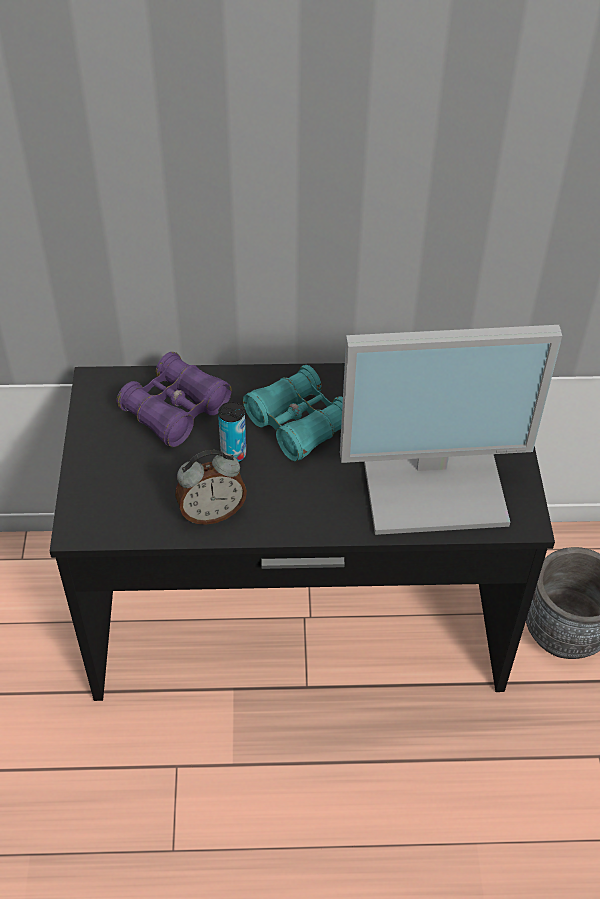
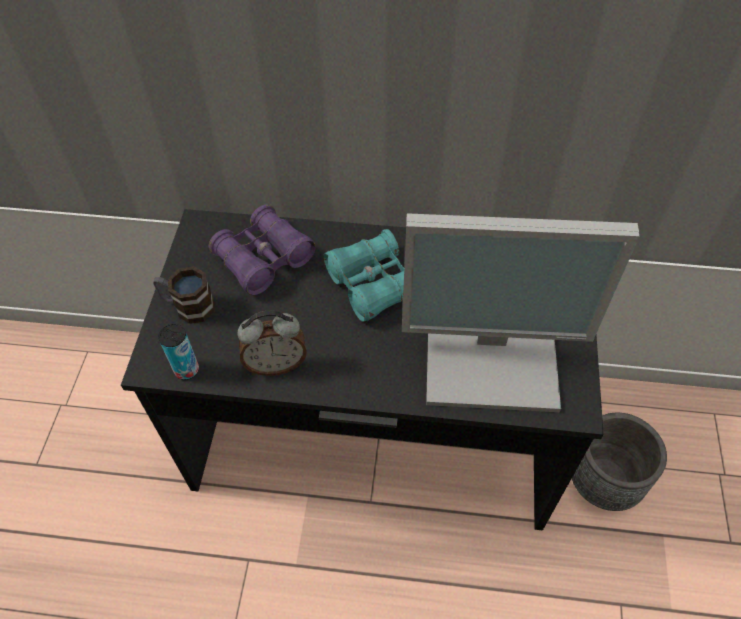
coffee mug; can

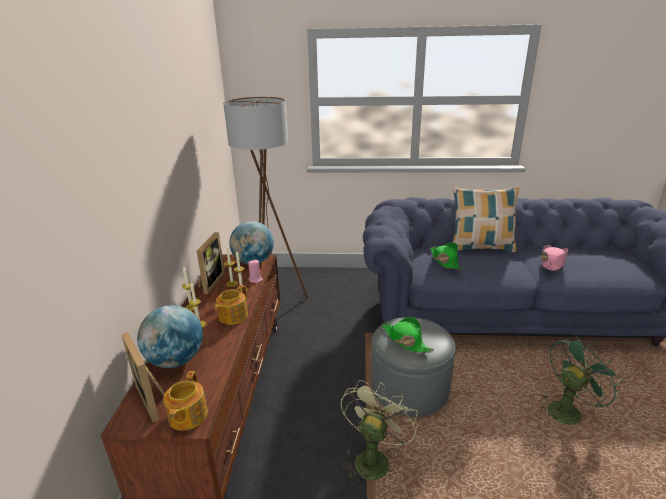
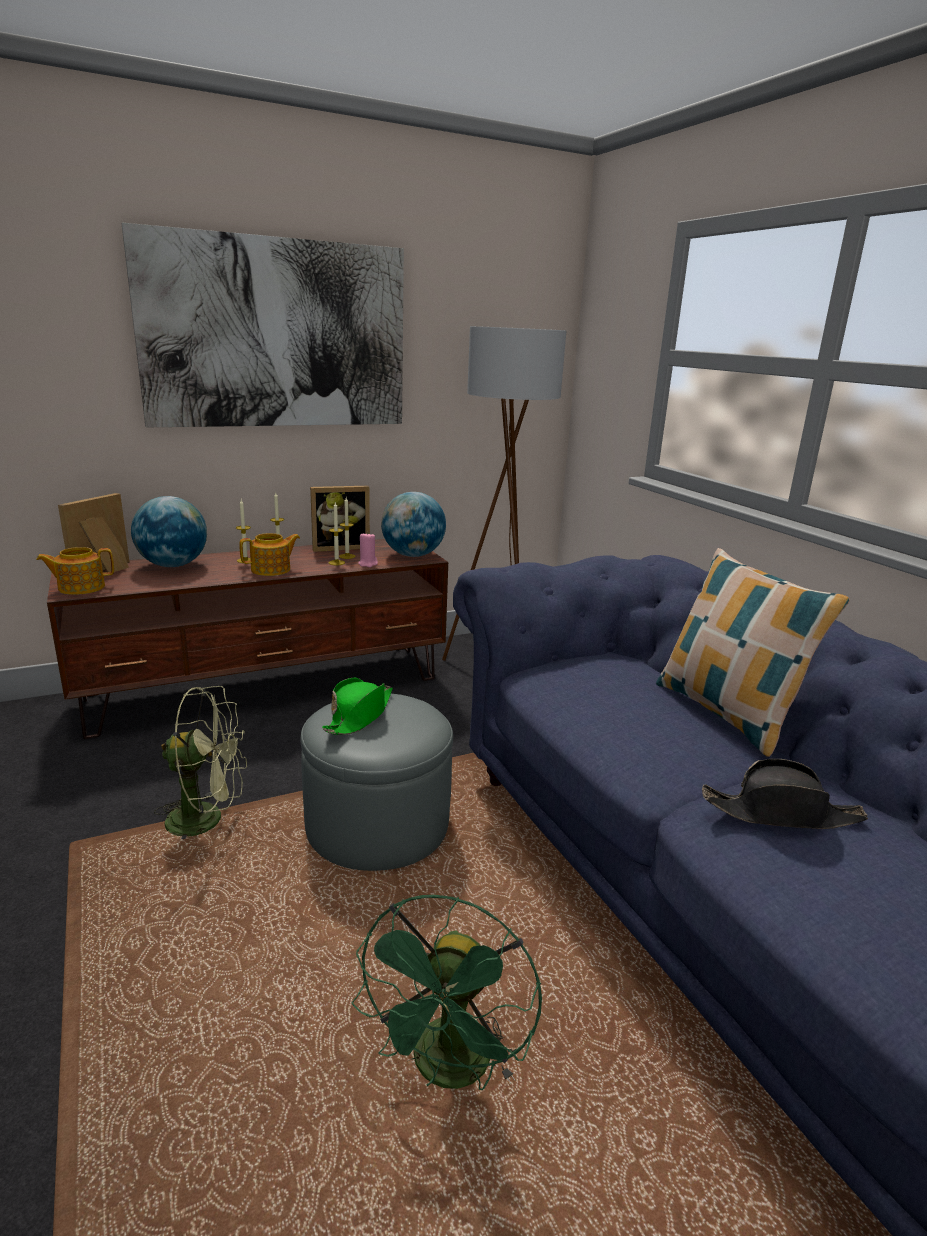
hat (greenish) (no. 2 from left in the first image); wall picture; hat (black); tea pot (no. 2 from left); electric fan (greenish) (no. 2 from left)

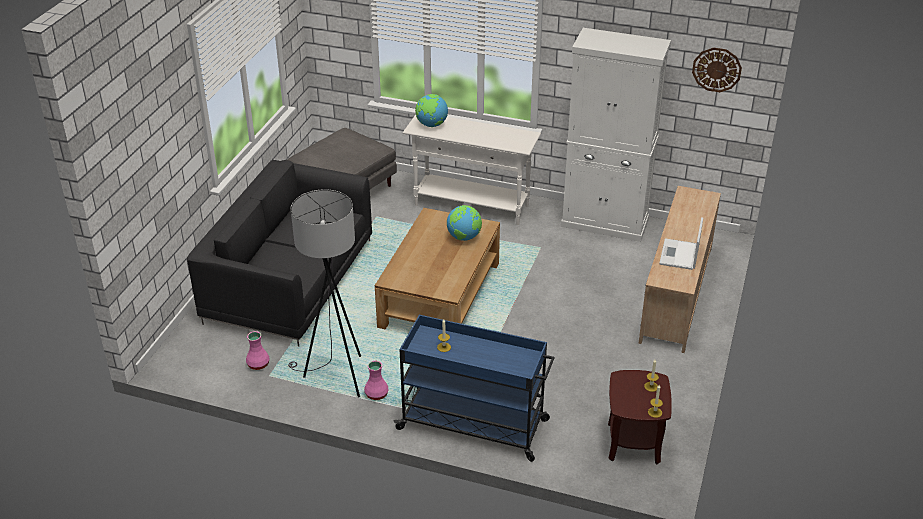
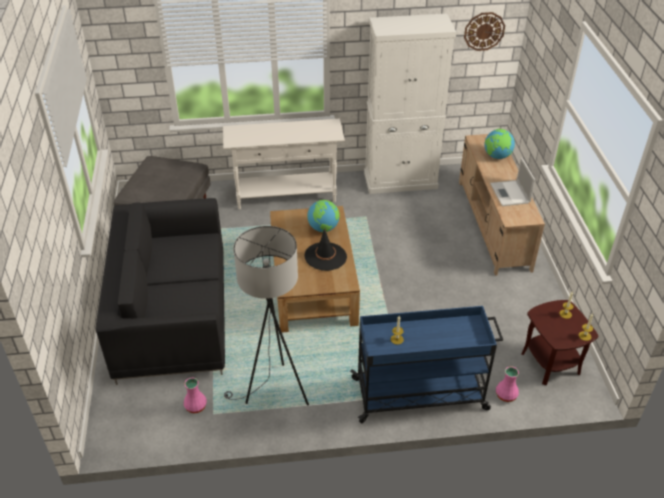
hat (black); decorative vase (pink-coloured) (no. 2 from left); globe (no. 2 from left)

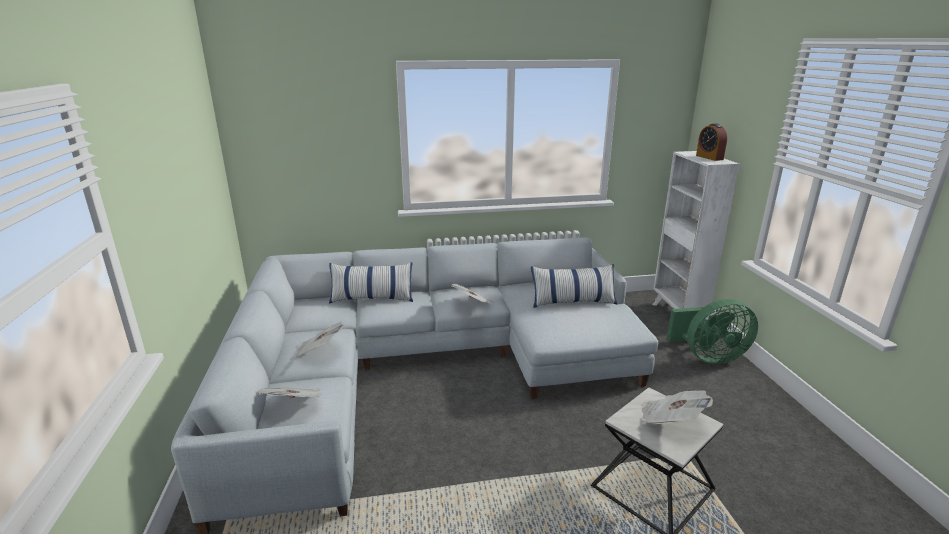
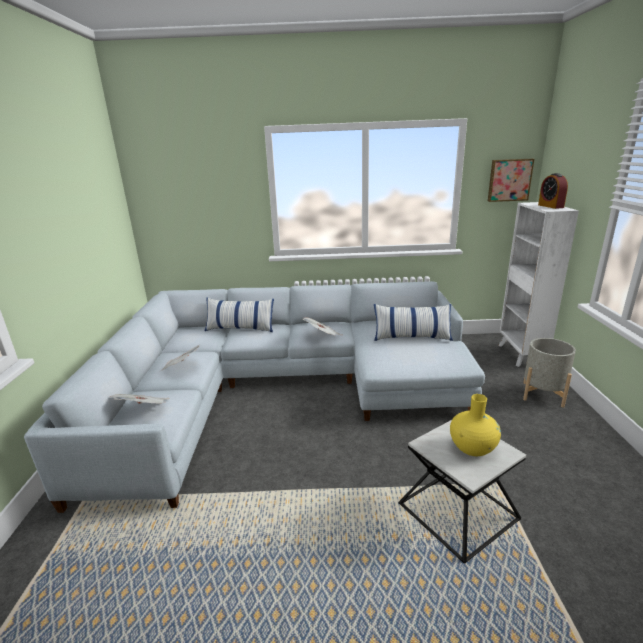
wall picture; decorative vase (yellow-coloured); planter (gray)

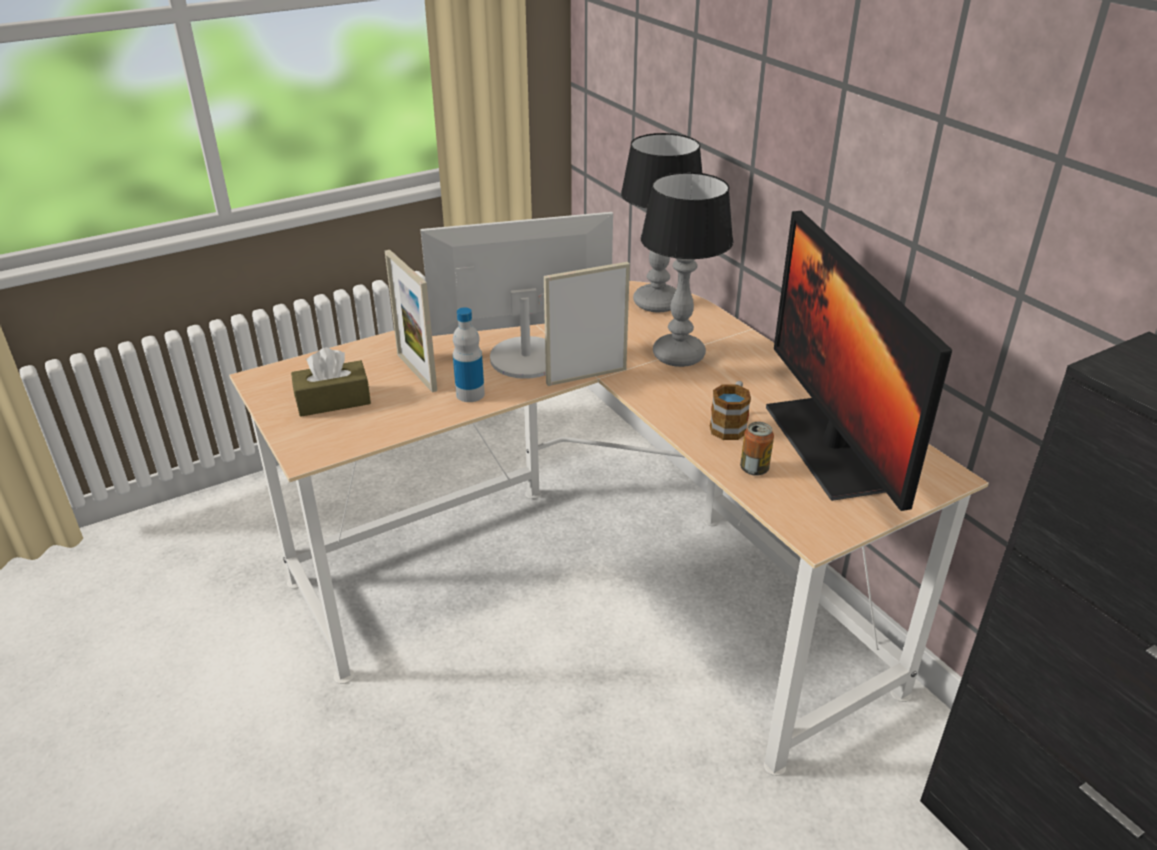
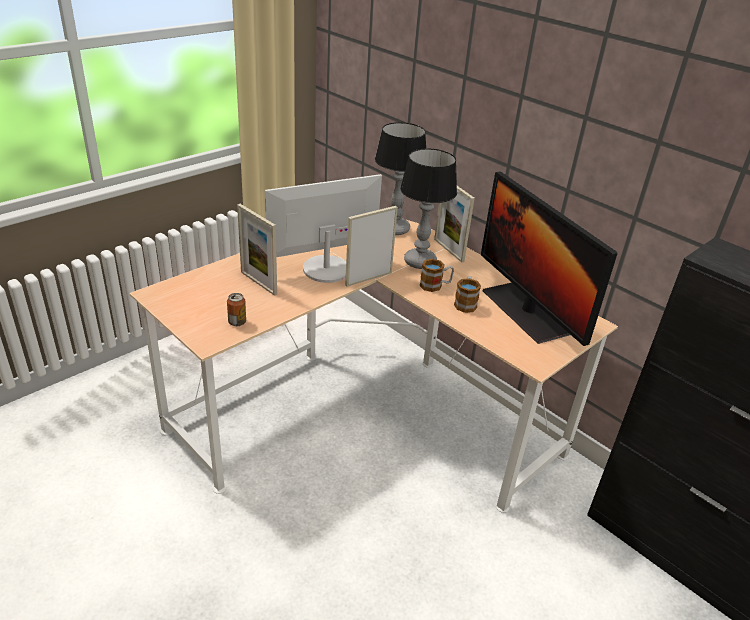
tissue box (brownish); drink bottle; coffee mug (no. 1 from left); photo frame (no. 3 from left); can

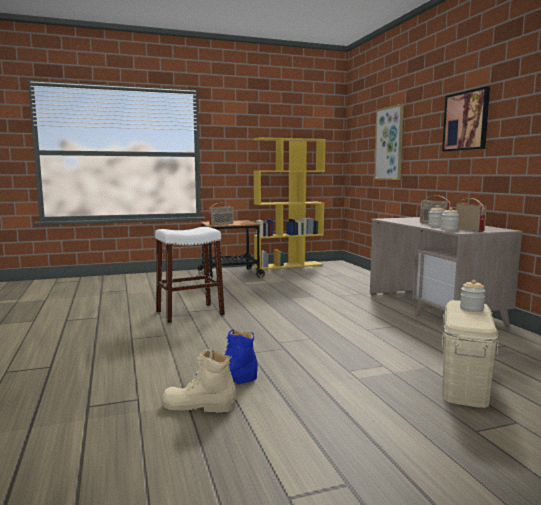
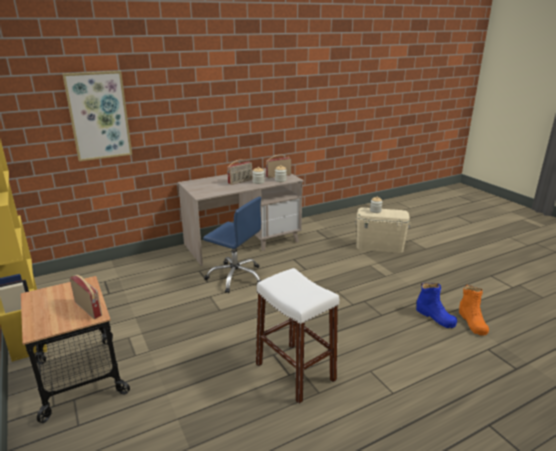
wall picture (no. 2 from left in the first image); desk chair (blue); boot (orange-coloured)

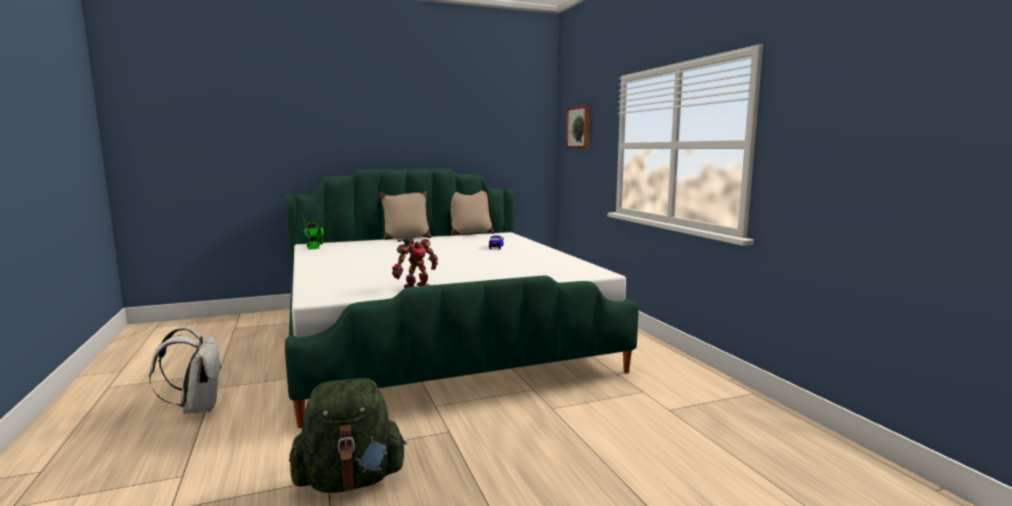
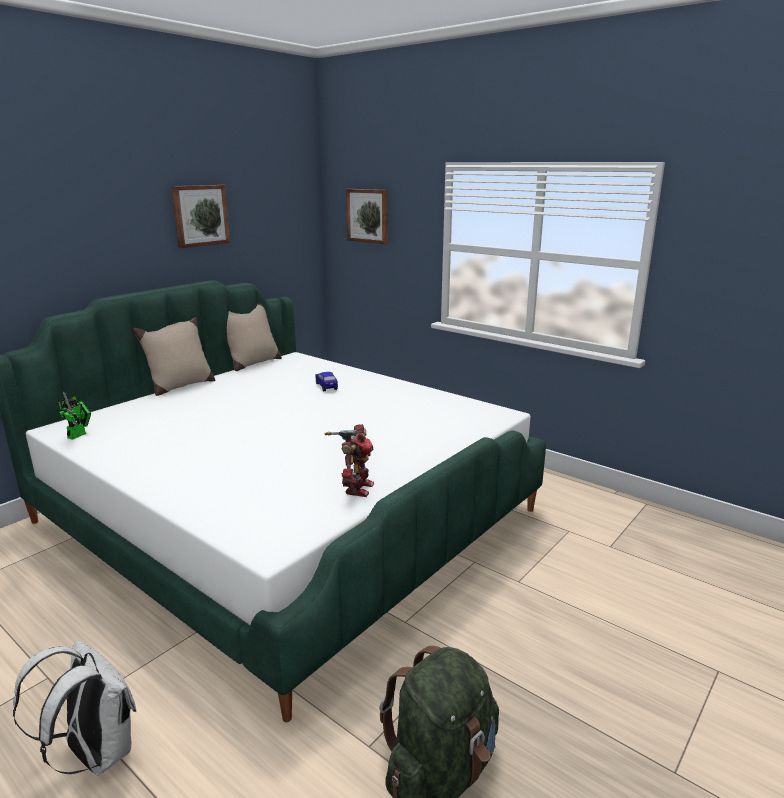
wall picture (no. 1 from left)

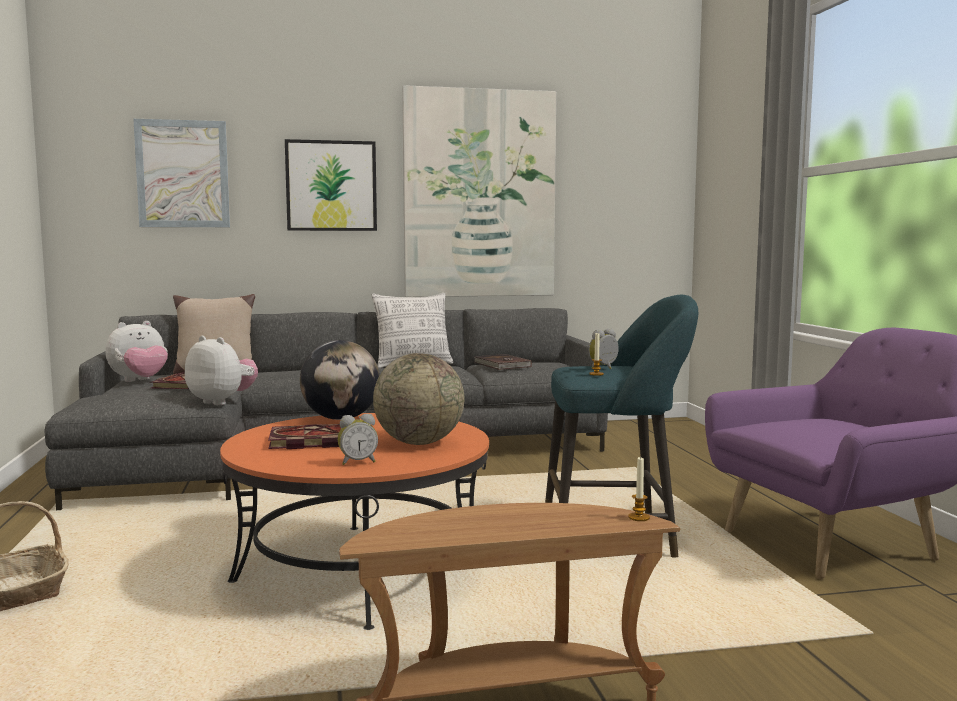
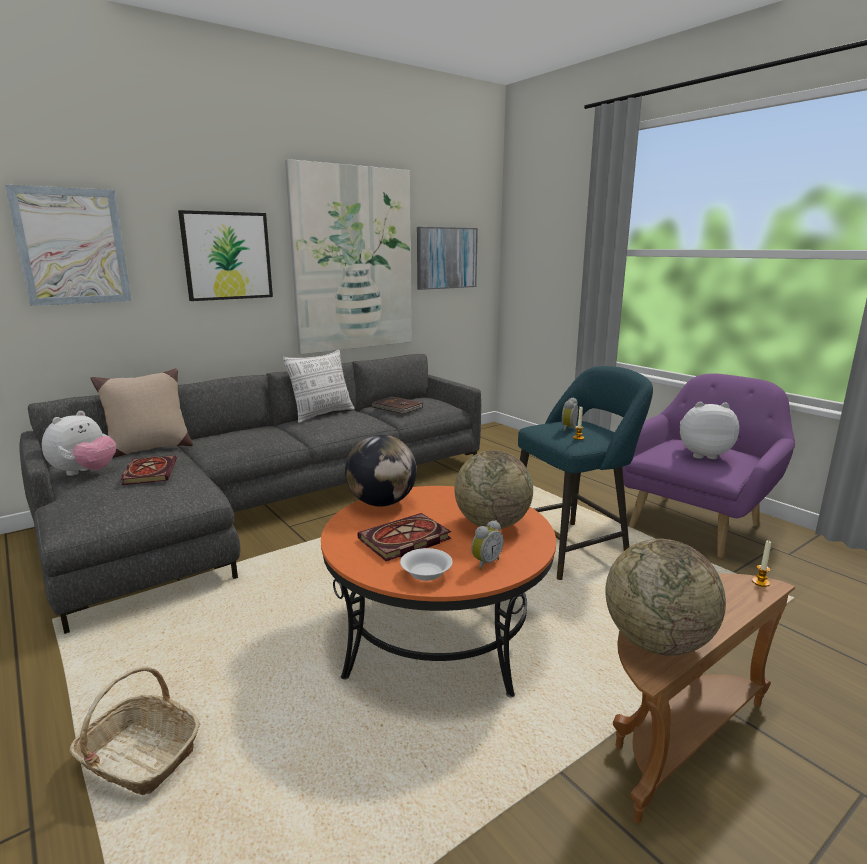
bowl (white); wall picture (no. 4 from left); globe (no. 3 from left); plush toy (no. 2 from left)

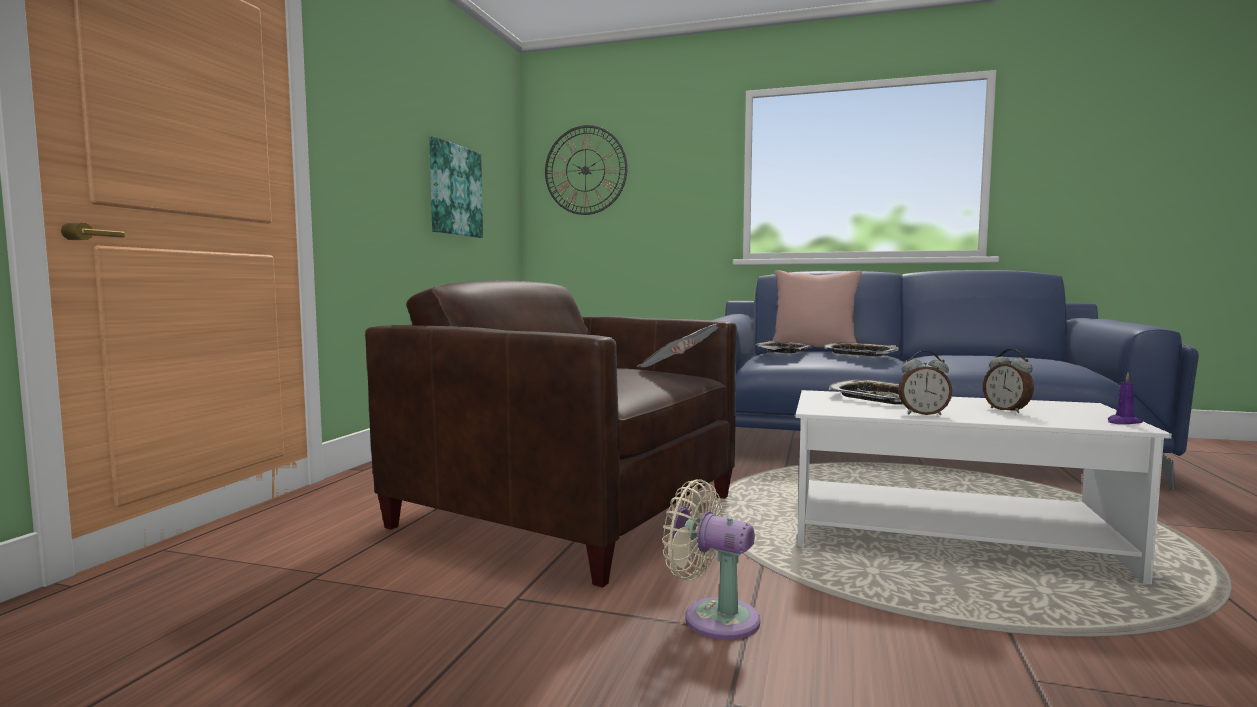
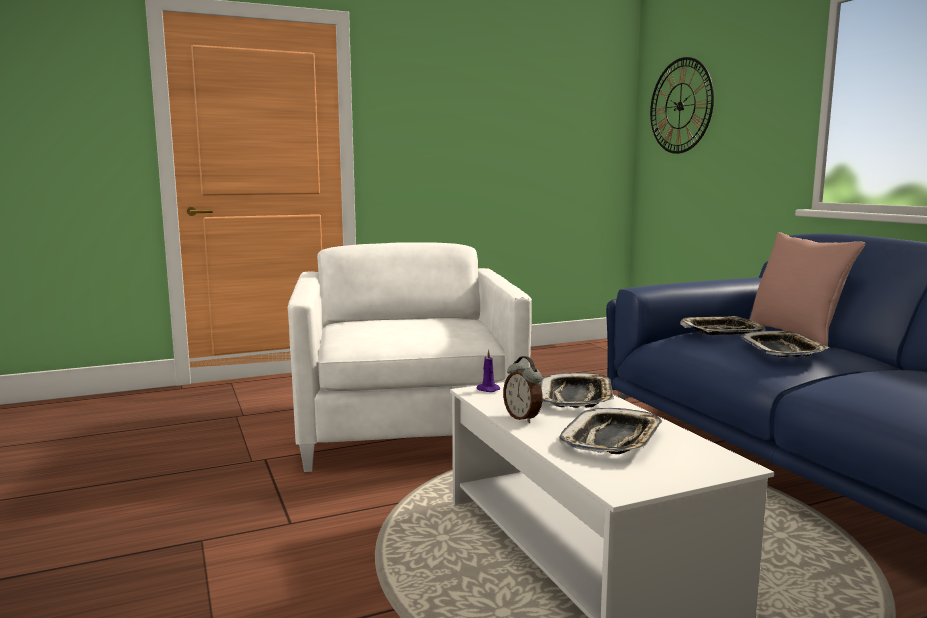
wall picture; printed paper; electric fan (beige-coloured); candle (purple); carrying tray (no. 2 from left); armchair (white)

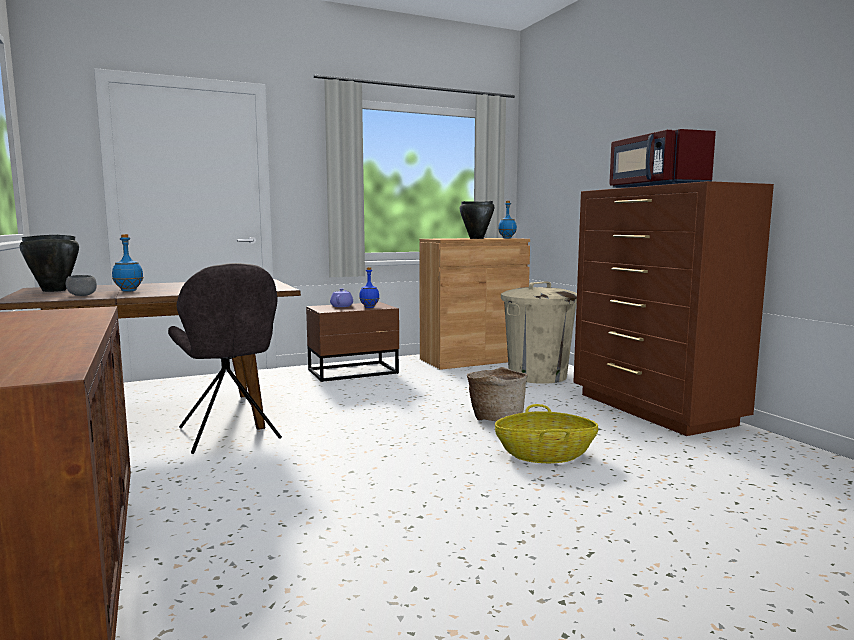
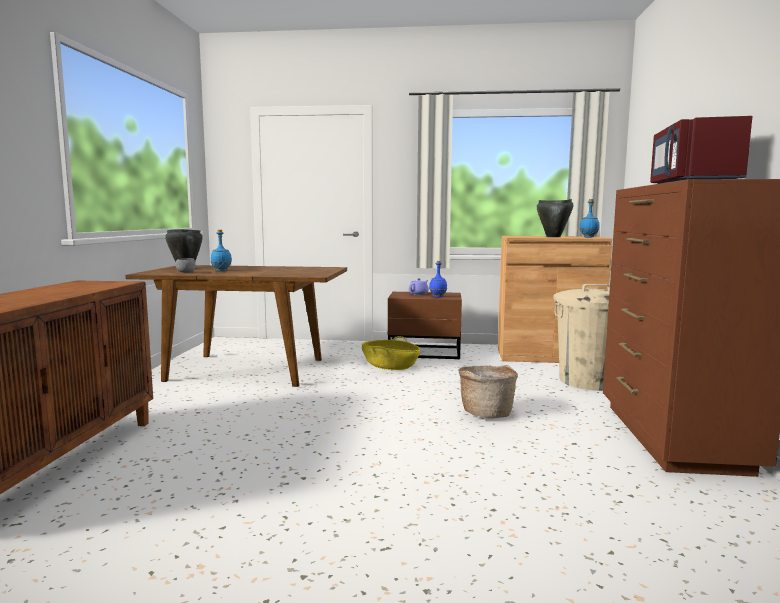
upright chair (gray); storage basket (no. 1 from left)

